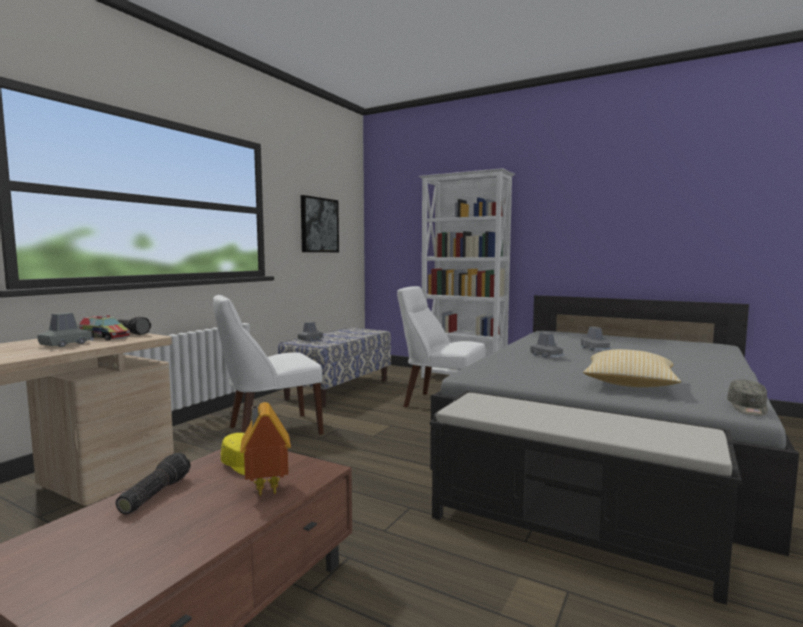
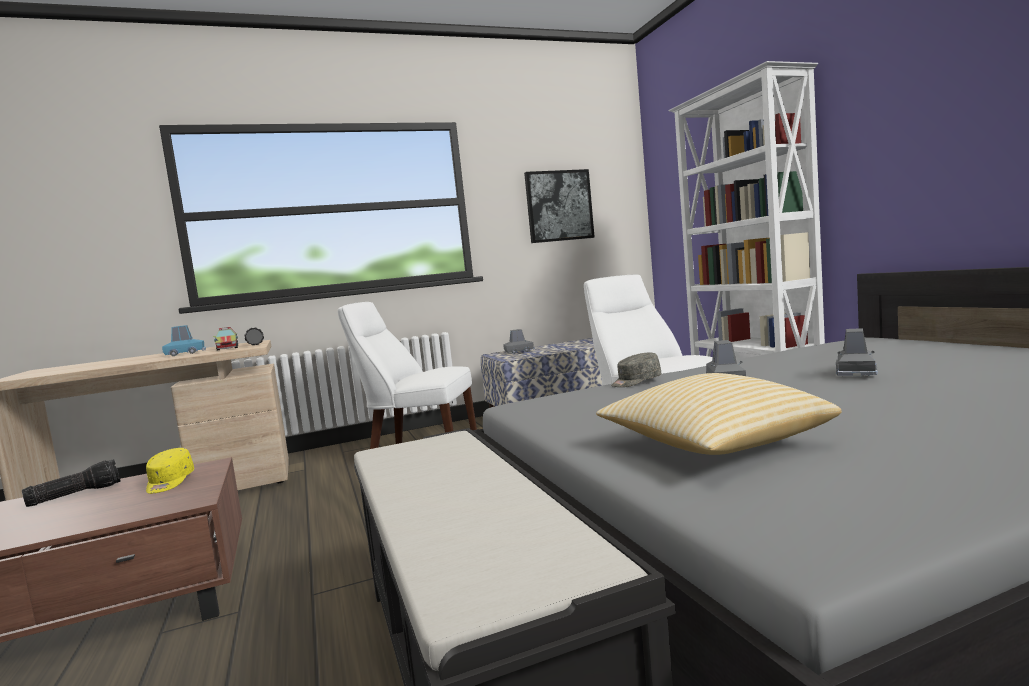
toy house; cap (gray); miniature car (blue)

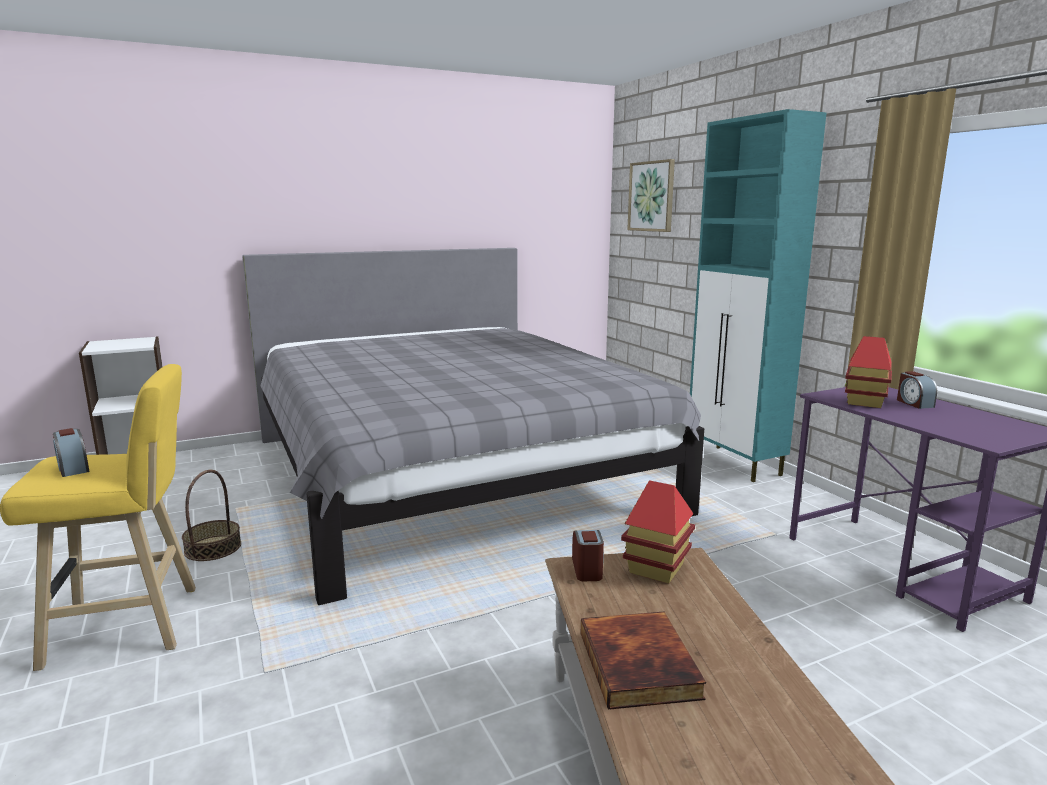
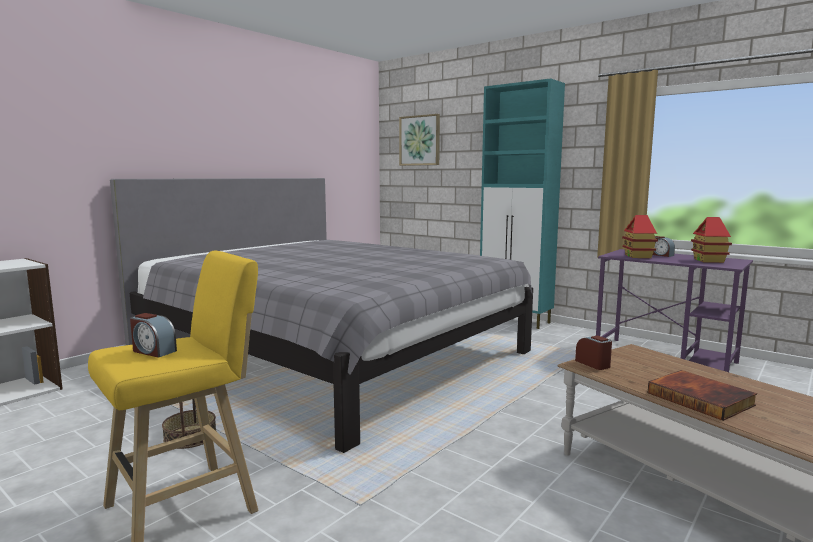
toy house (no. 2 from left)

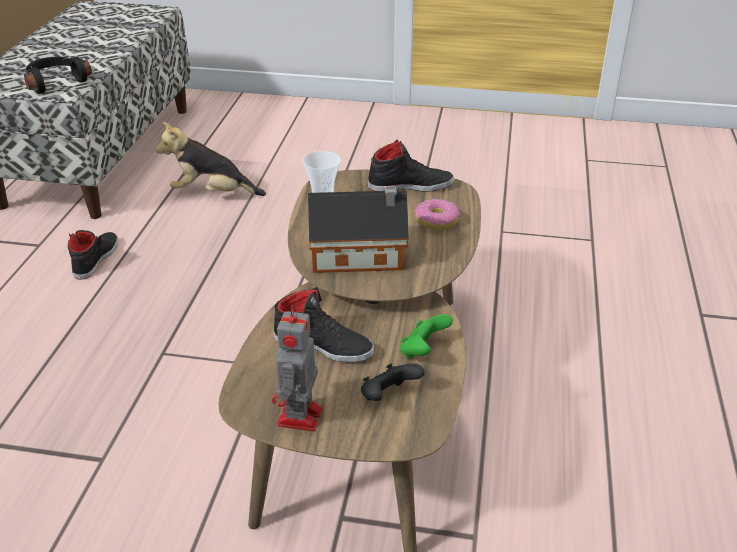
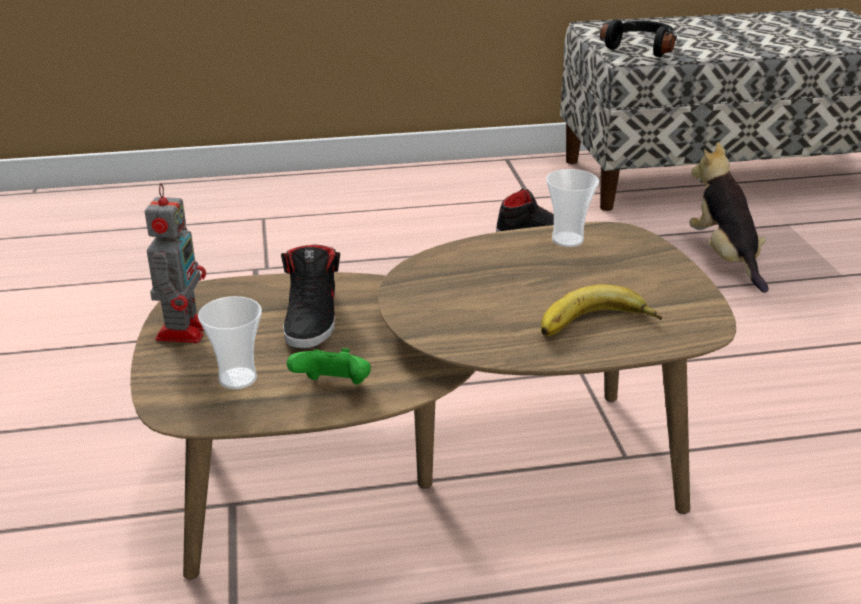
toy house; item of footwear (black) (no. 3 from left in the first image); small cup (no. 1 from left); banana; robot figure

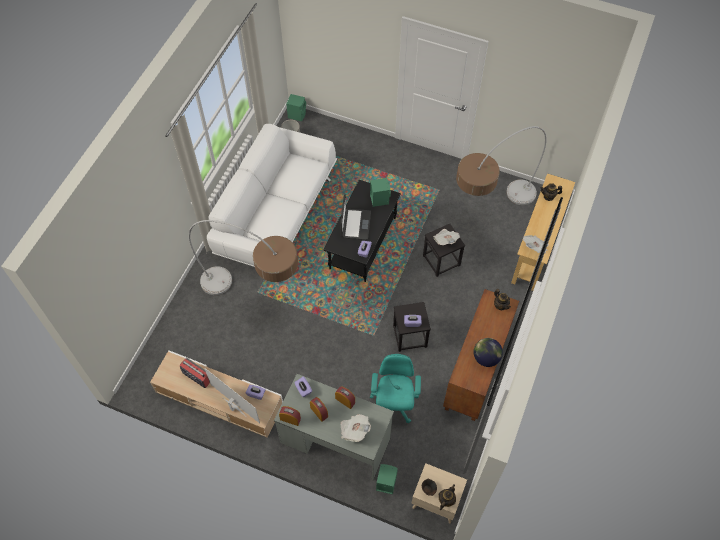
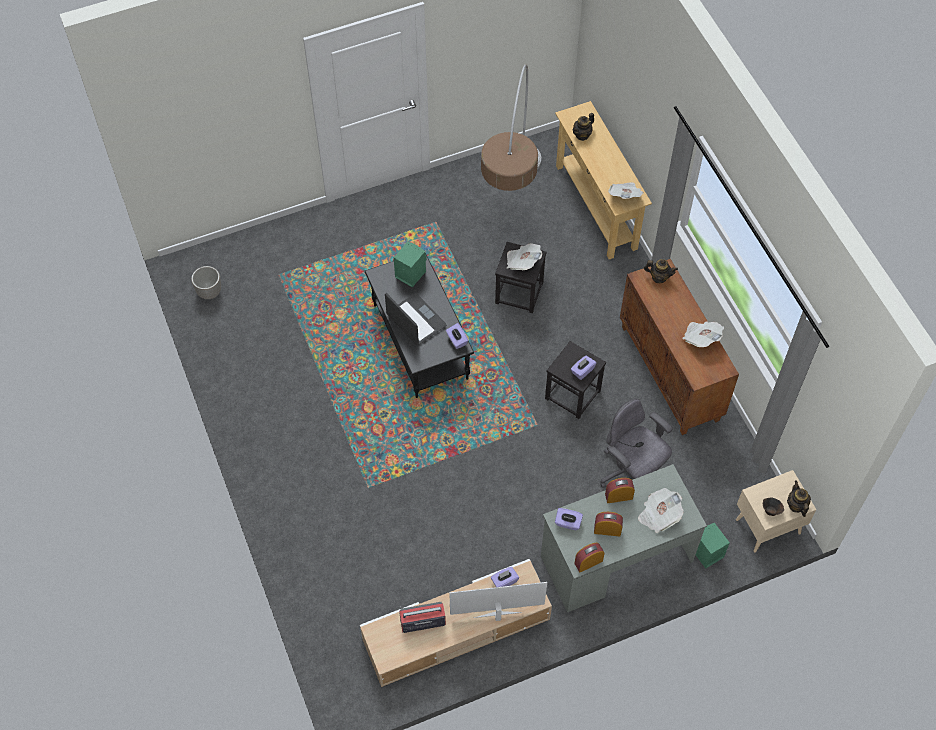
standing lamp (no. 1 from left in the first image); couch (white); loudspeaker (greenish) (no. 1 from left in the first image); printed paper (no. 4 from left); desk chair (gray)

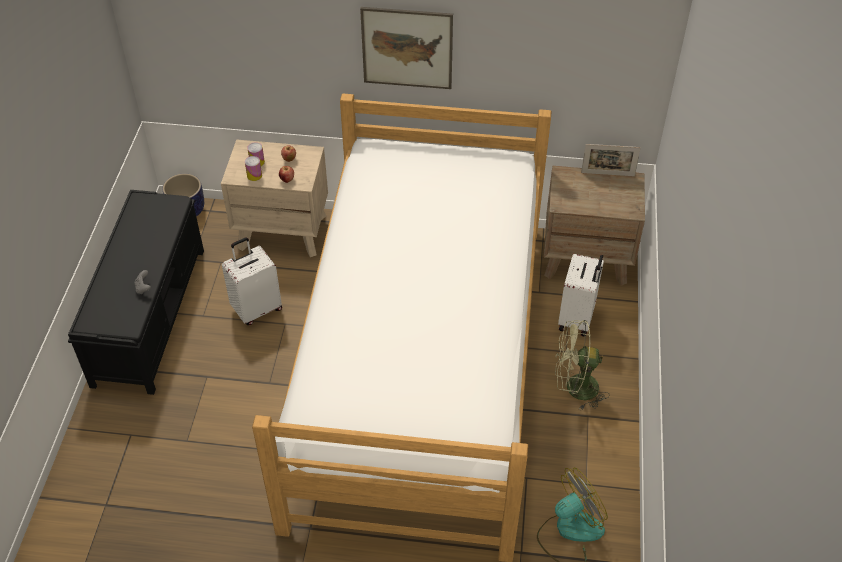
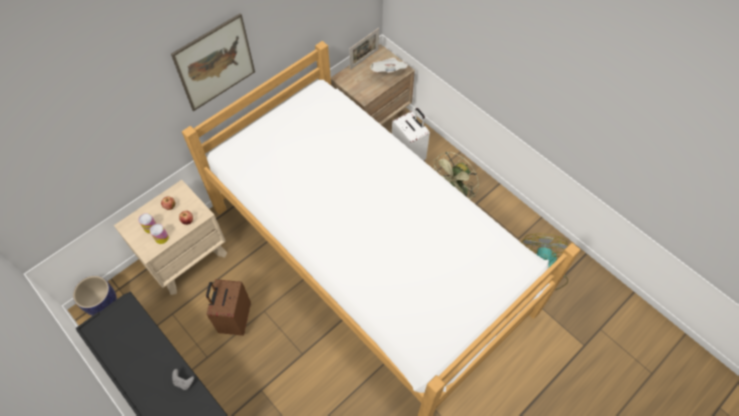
printed paper; piece of luggage (brownish)

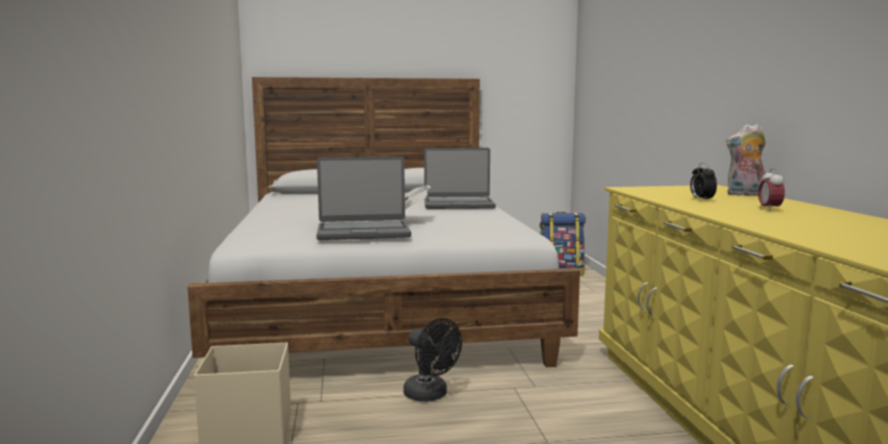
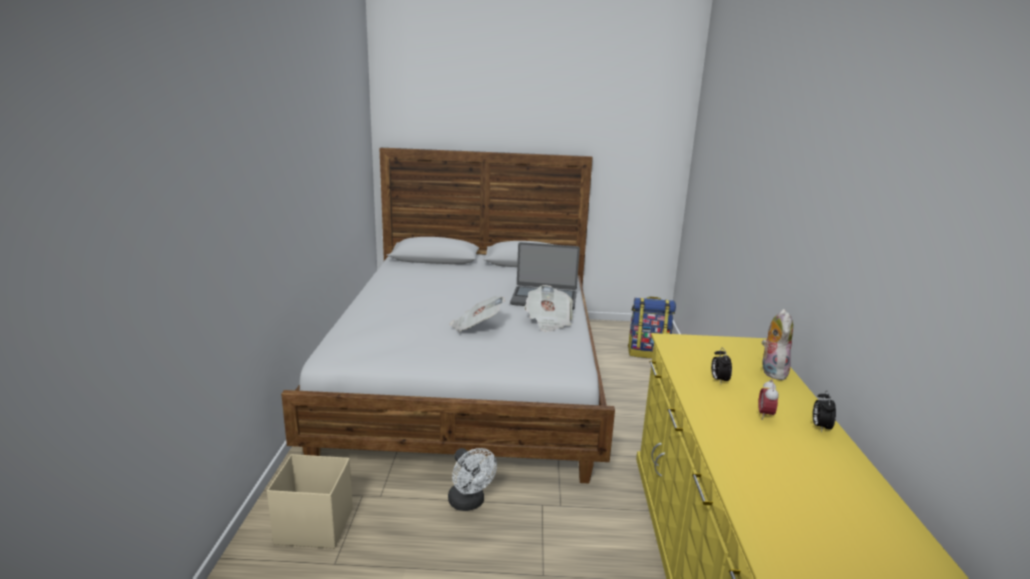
laptop (no. 1 from left in the first image); printed paper (no. 2 from left); table clock (no. 3 from left); electric fan (white); plush toy

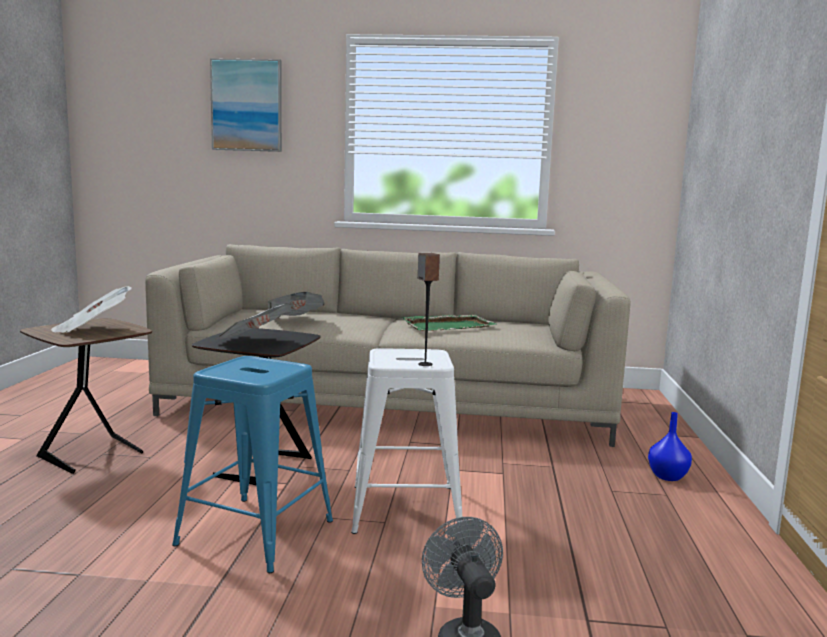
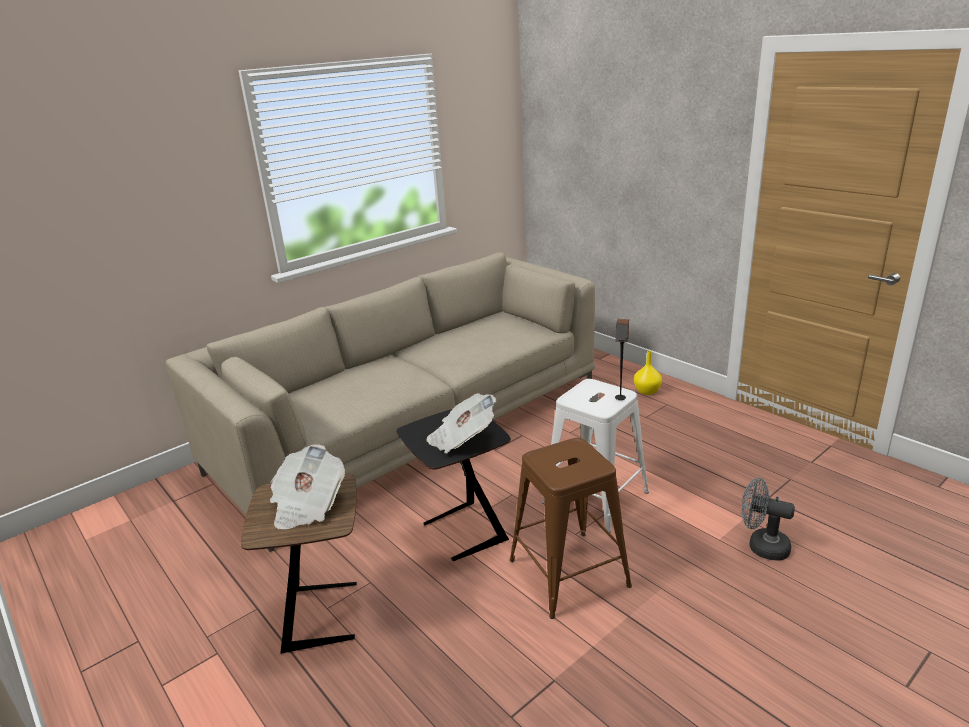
wall picture; printed paper (no. 3 from left in the first image); carrying tray (greenish); stool seat (brownish); decorative vase (yellow-coloured)

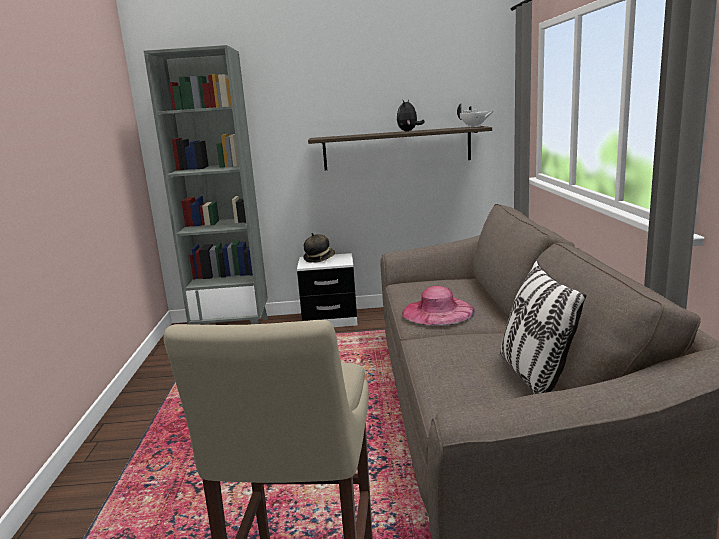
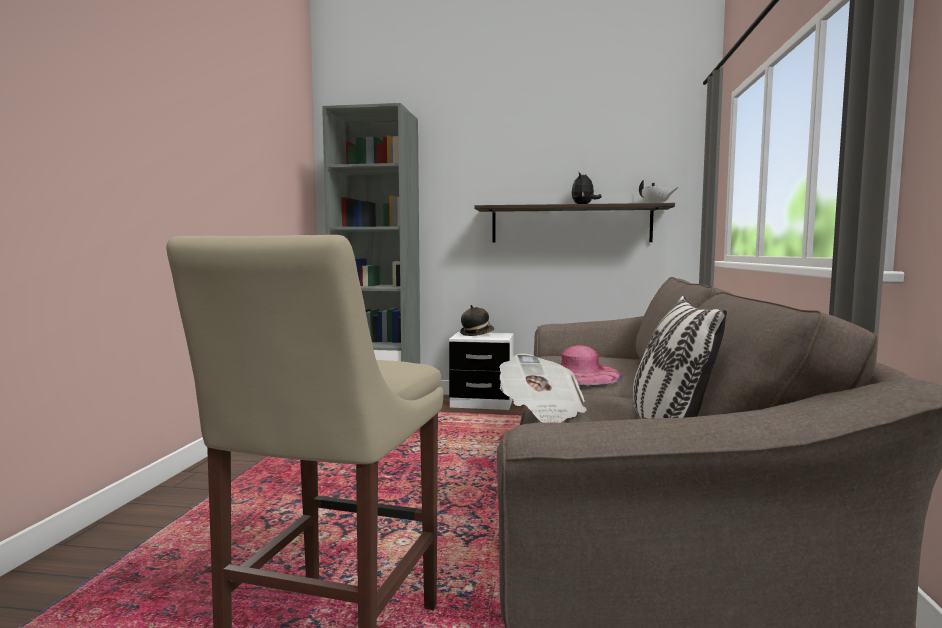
printed paper

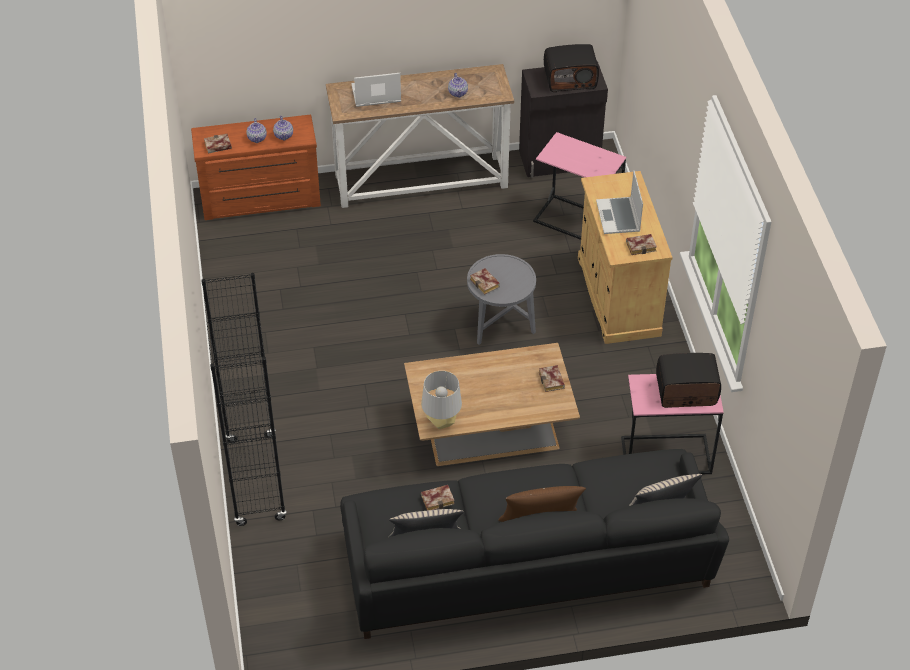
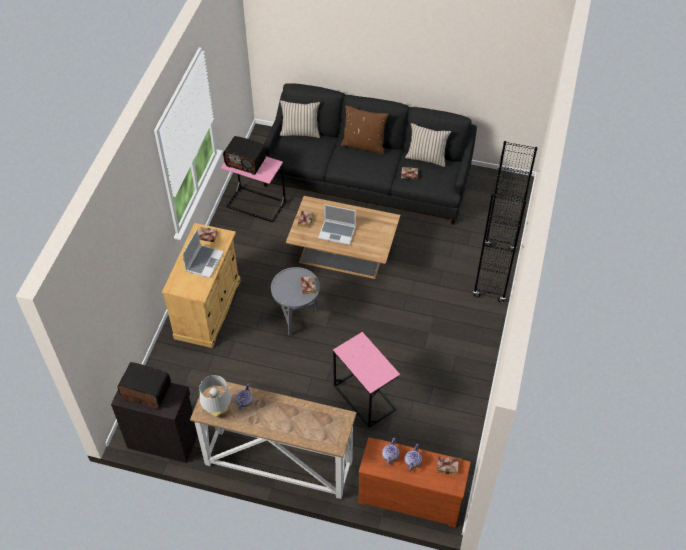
laptop (no. 2 from left); table lamp (gray); side table (pink-coloured) (no. 2 from left)

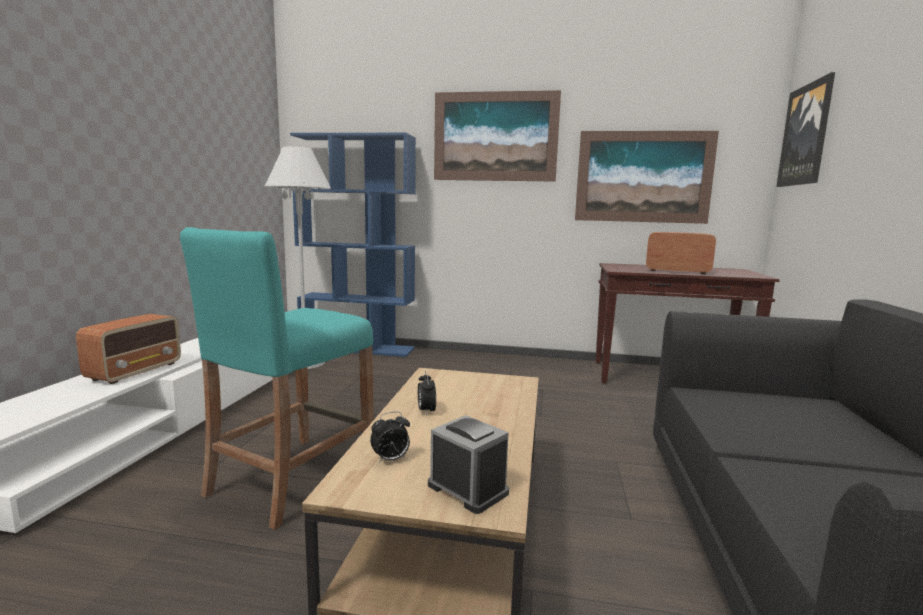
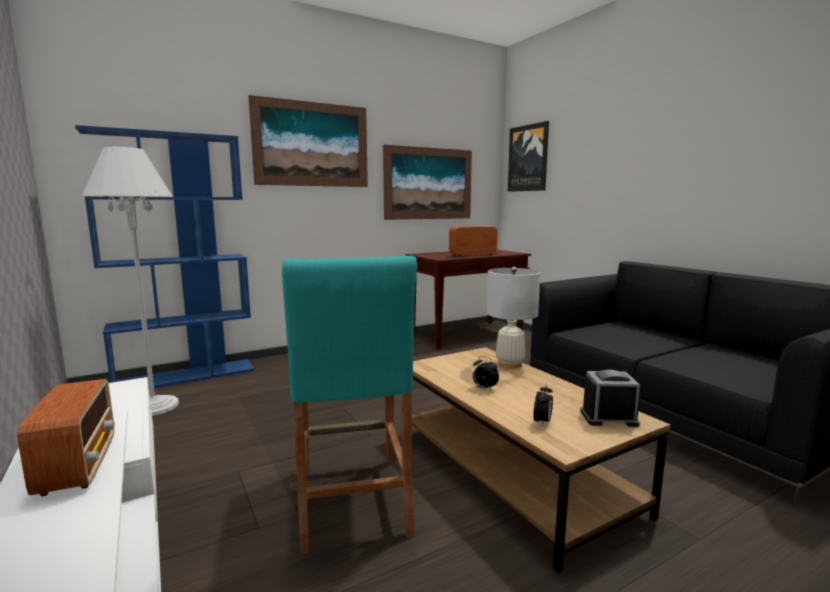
table lamp (white)

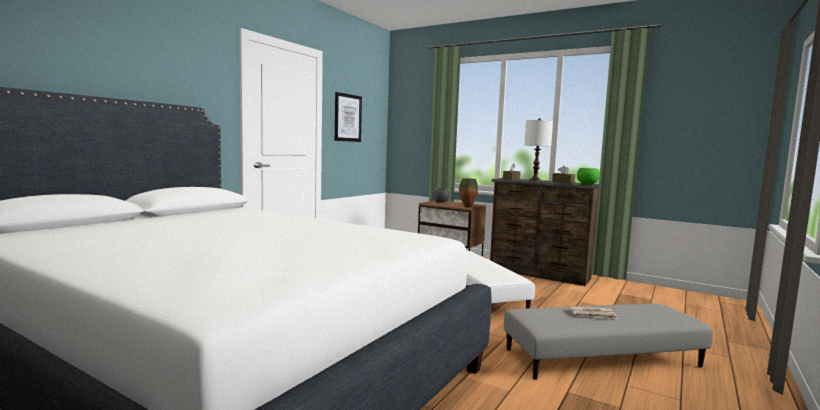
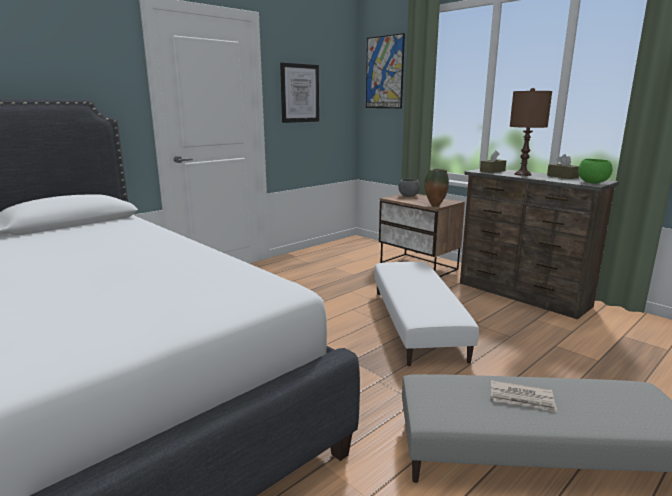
wall picture (no. 2 from left); table lamp (brownish)

